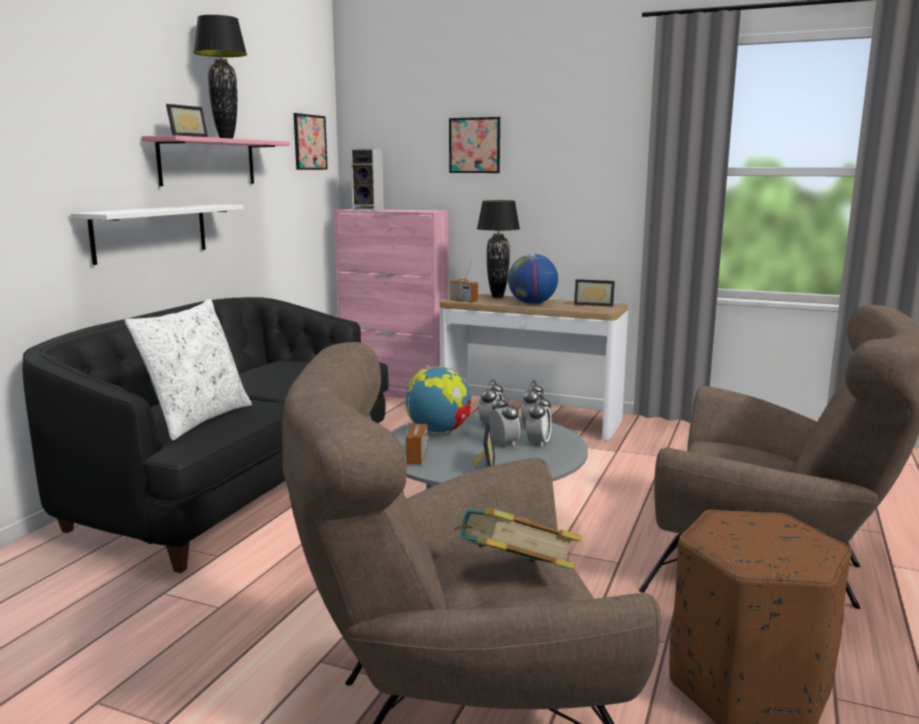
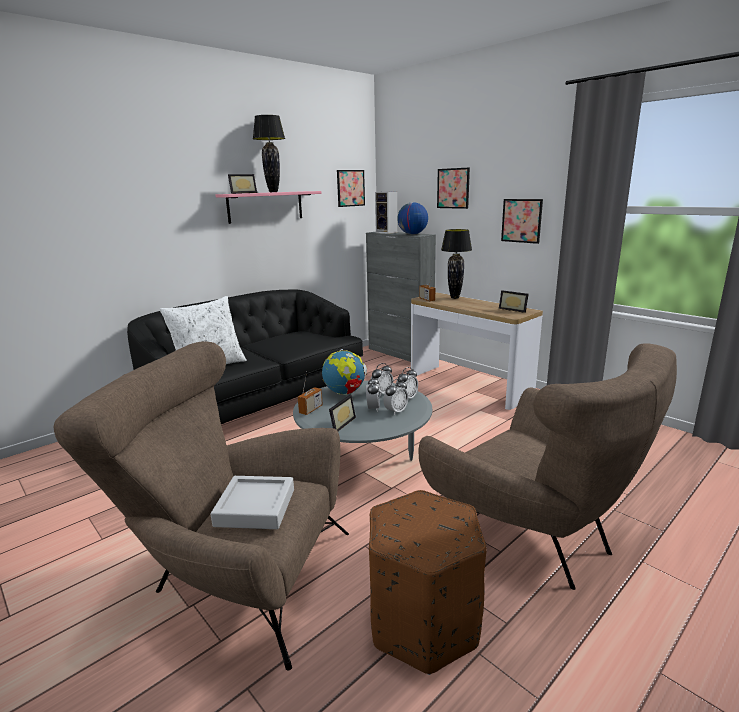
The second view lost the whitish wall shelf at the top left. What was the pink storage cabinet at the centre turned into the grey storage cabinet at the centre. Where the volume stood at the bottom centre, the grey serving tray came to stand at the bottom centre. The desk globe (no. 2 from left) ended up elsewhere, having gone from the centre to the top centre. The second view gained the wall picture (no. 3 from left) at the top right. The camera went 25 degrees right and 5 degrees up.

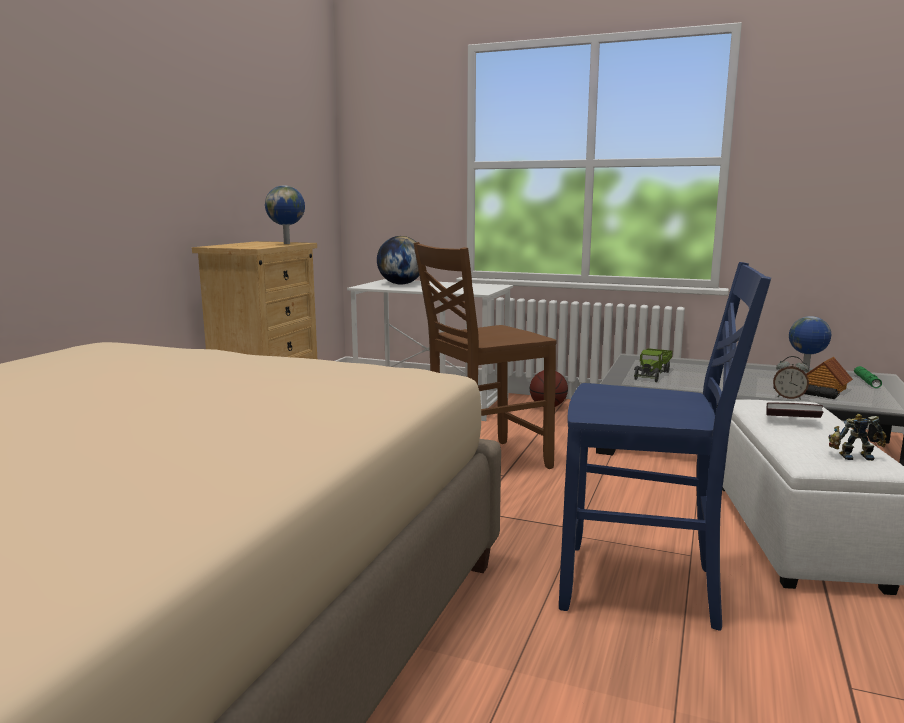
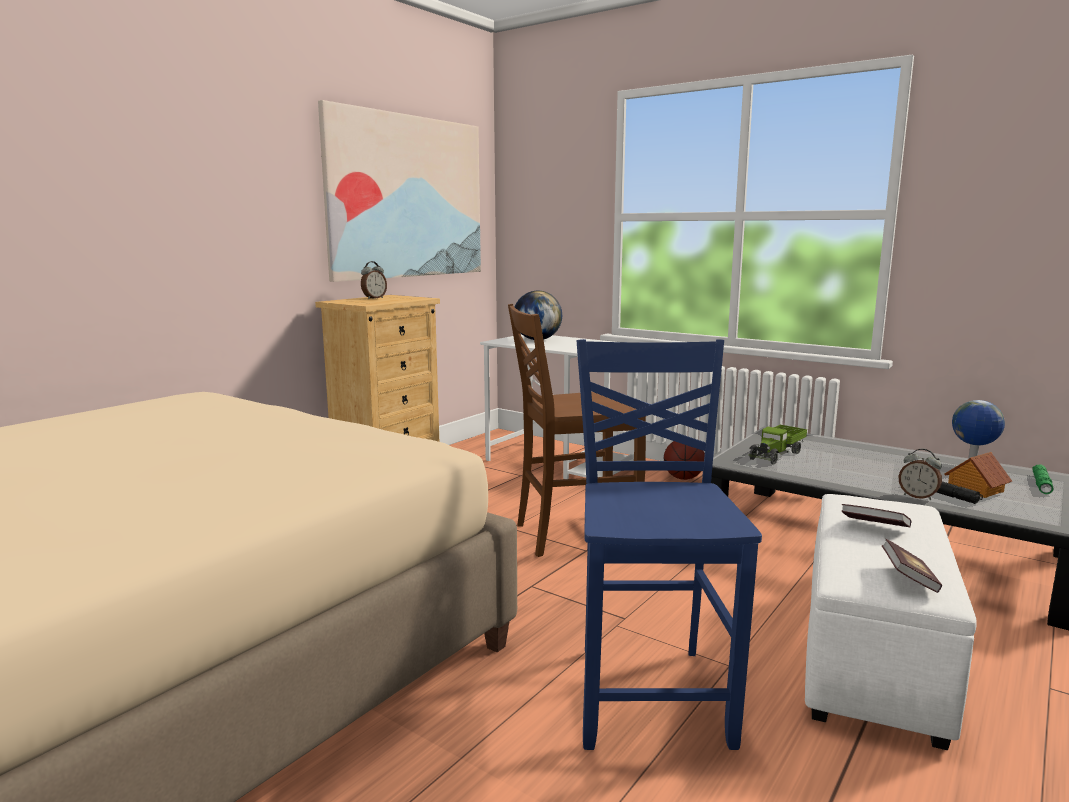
The second view lost the desk globe (no. 1 from left) at the top left. The bluish chair at the middle right ended up facing another way, 120 degrees counterclockwise from before. Where the model robot stood at the middle right, the volume (no. 2 from left) came to stand at the bottom right. The second view gained the wall picture at the top centre. The second view gained the bedside clock (no. 1 from left) at the centre. The camera went 15 degrees right and 0 degrees up.

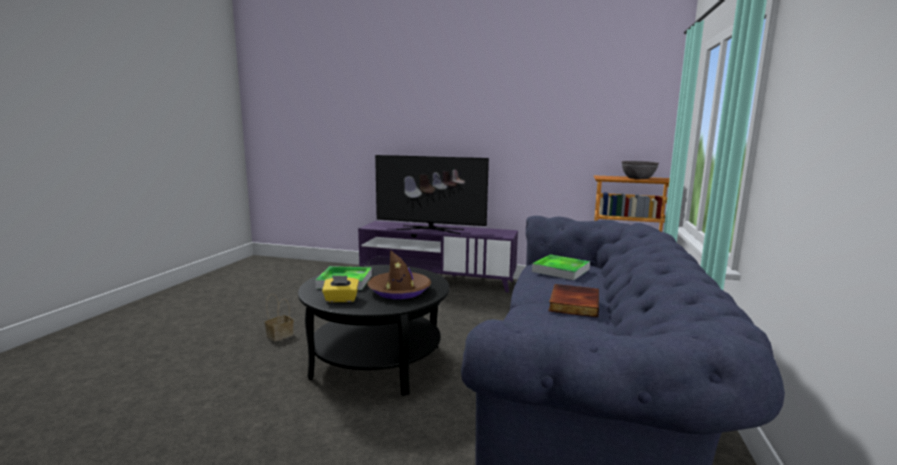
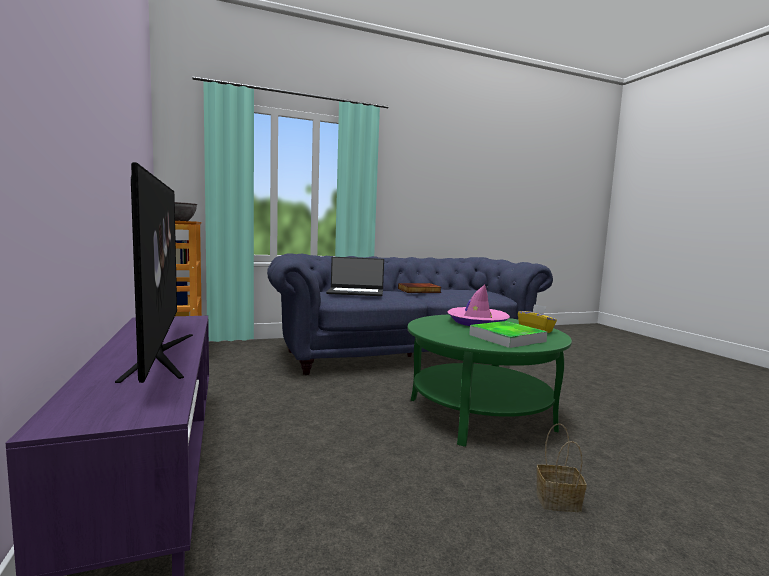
What was the black-coloured coffee table at the bottom centre turned into the green coffee table at the centre. What was the brown wearable hat at the centre turned into the pink wearable hat at the centre. Where the serving tray (no. 2 from left) stood at the centre, the laptop came to stand at the centre. The camera went 125 degrees left and 5 degrees down.

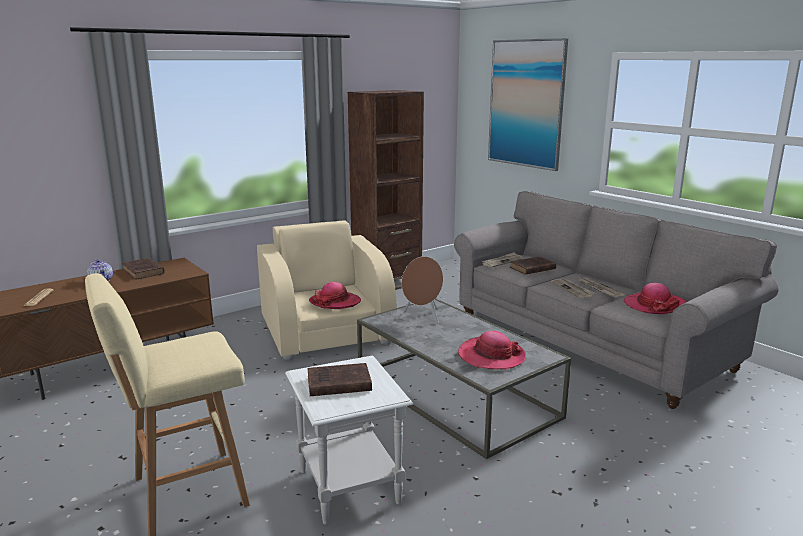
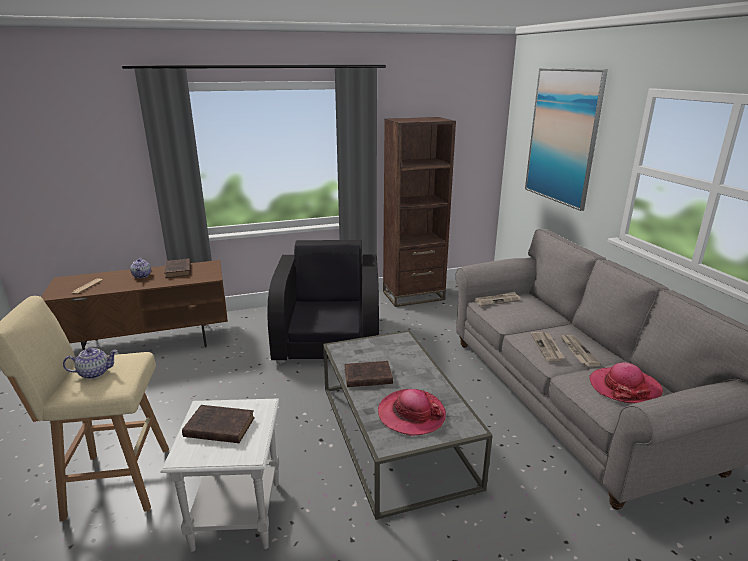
What was the sand-coloured easy chair at the centre turned into the black-coloured easy chair at the centre. The second view lost the wearable hat (no. 1 from left) at the centre. The second view lost the brown loudspeaker at the centre. The brown volume (no. 3 from left) ended up elsewhere, having gone from the centre to the bottom centre. The second view gained the teapot (no. 1 from left) at the middle left. The camera went 20 degrees right and 5 degrees up.

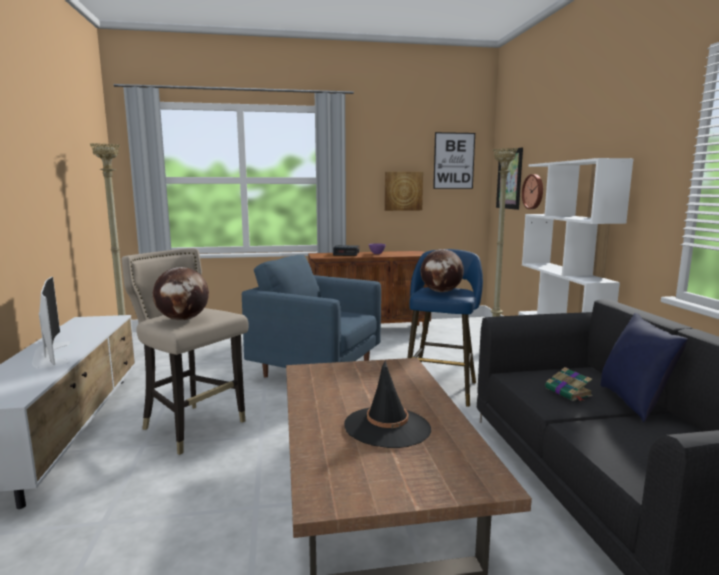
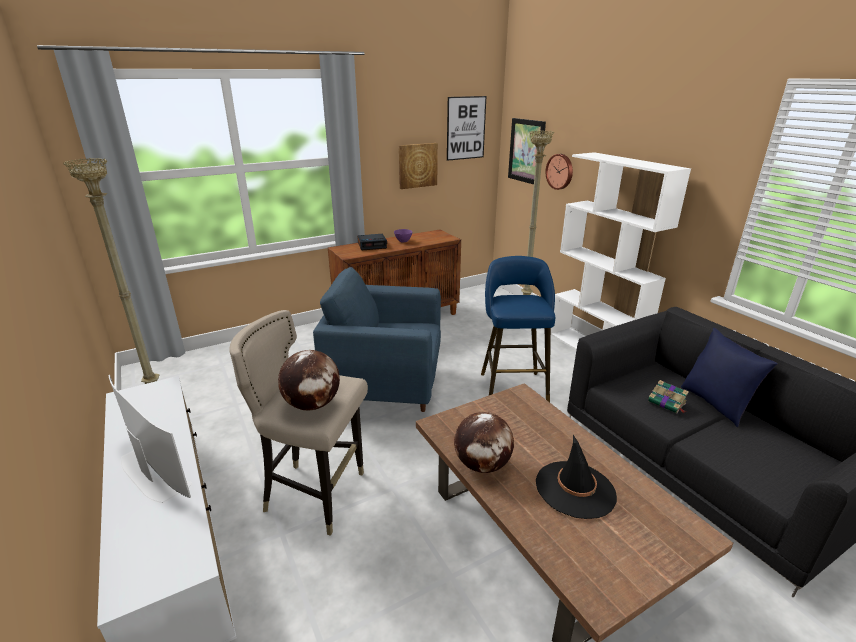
The desk globe (no. 2 from left) ended up elsewhere, having gone from the centre to the bottom centre. The camera went 20 degrees left and 15 degrees up.

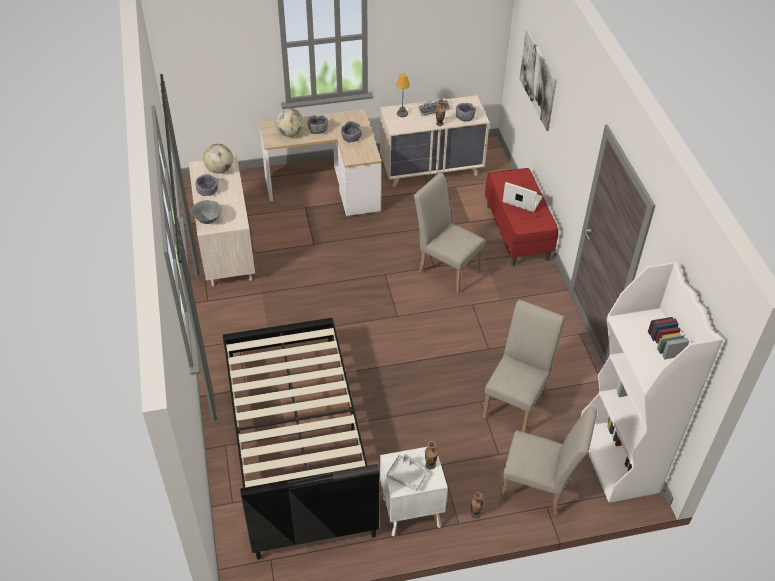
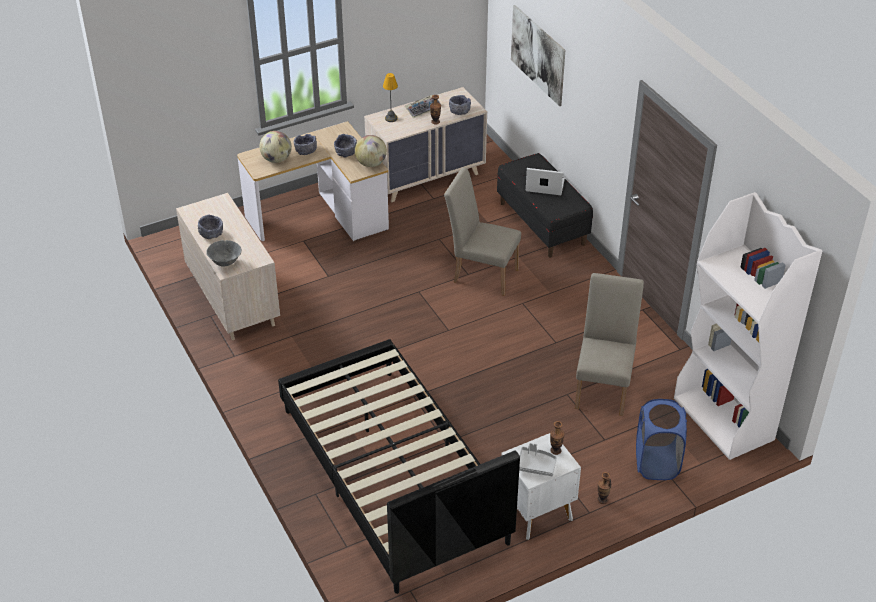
The desk globe (no. 1 from left in the first image) ended up elsewhere, having gone from the top left to the top centre. What was the red-coloured long seat at the middle right turned into the black-coloured long seat at the centre. Where the sand-coloured chair (no. 3 from left) stood at the bottom right, the bluish laundry basket came to stand at the bottom right. The camera went 15 degrees left and 5 degrees down.

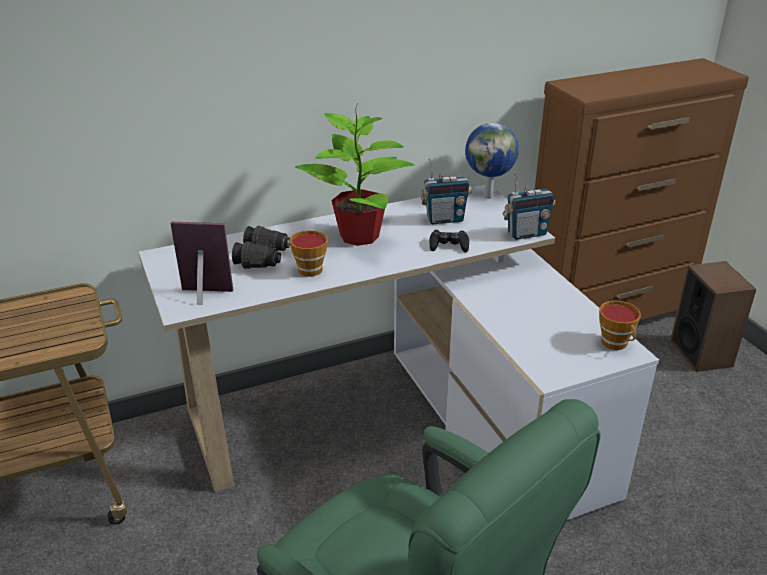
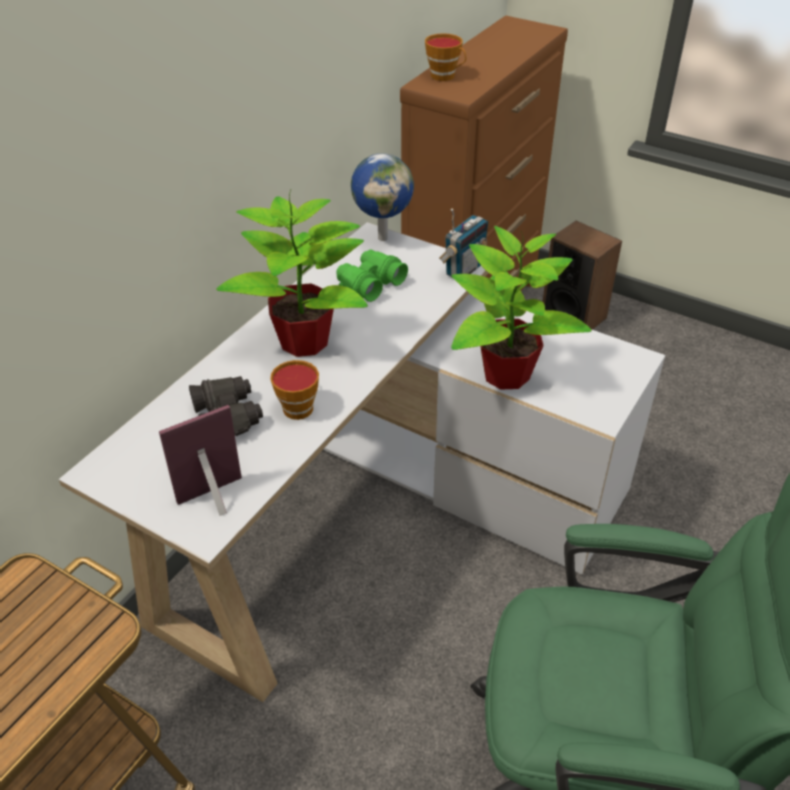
Where the radio (no. 1 from left) stood at the top centre, the green field glasses came to stand at the centre. The second view lost the black-coloured game controller at the centre. The small cup (no. 2 from left) ended up elsewhere, having gone from the middle right to the top centre. The second view gained the houseplant (no. 2 from left) at the centre. The camera went 35 degrees left and 10 degrees up.

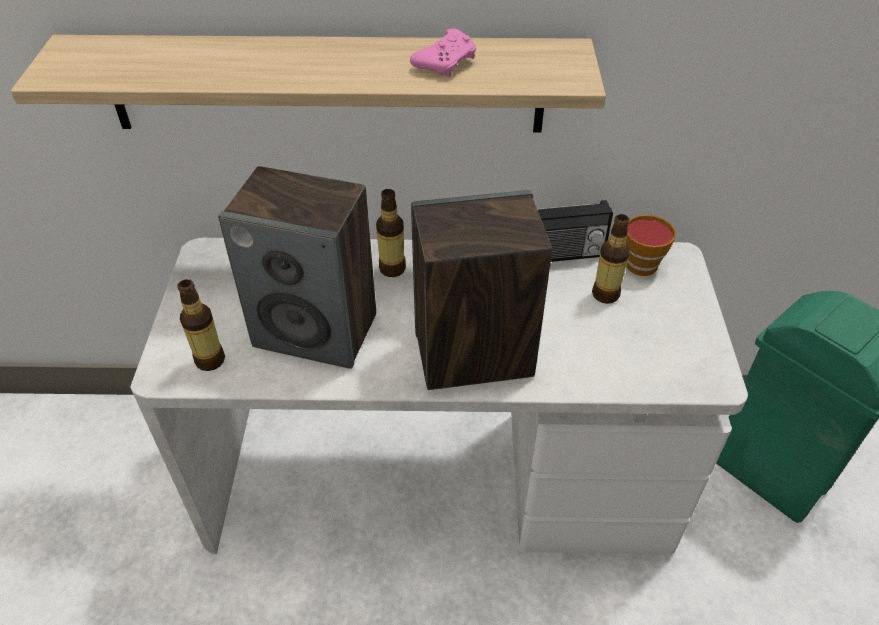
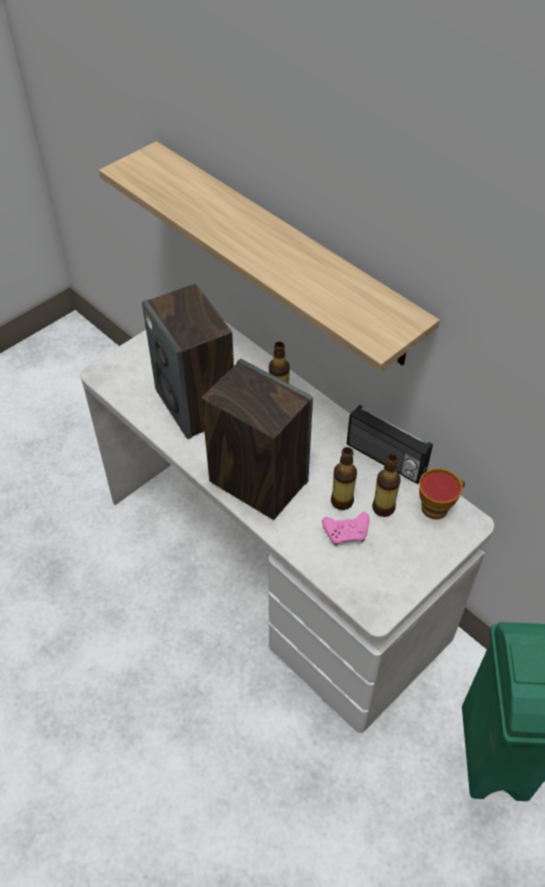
The beverage bottle (no. 1 from left in the first image) ended up elsewhere, having gone from the middle left to the centre. The pink game controller ended up elsewhere, having gone from the top centre to the centre. The camera went 45 degrees right and 5 degrees up.

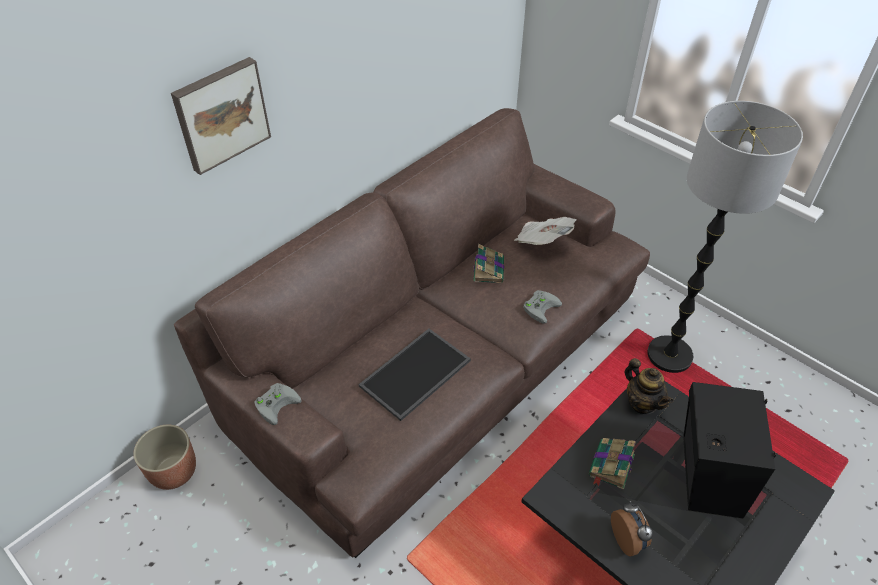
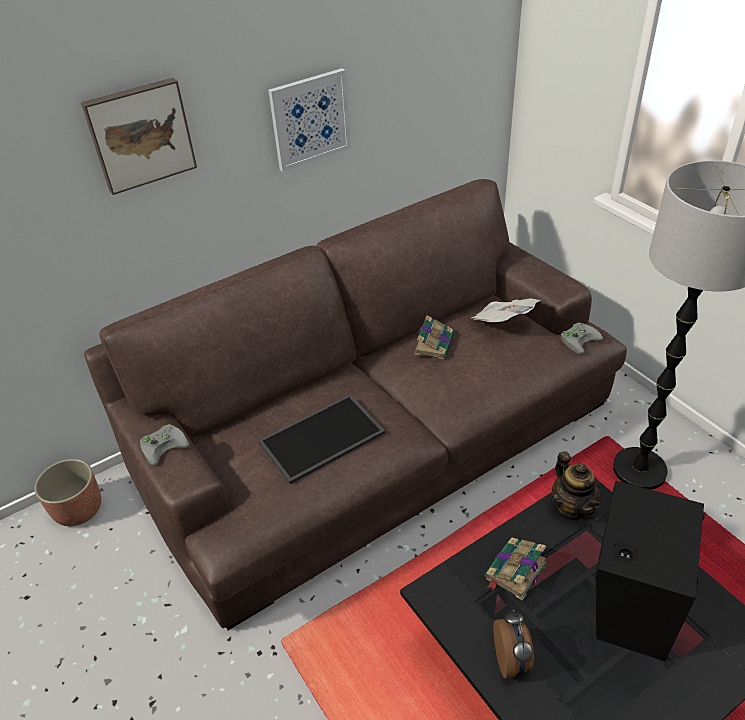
The grey game controller (no. 2 from left) ended up elsewhere, having gone from the centre to the middle right. The second view gained the wall picture (no. 2 from left) at the top centre. The camera went 15 degrees right and 5 degrees down.

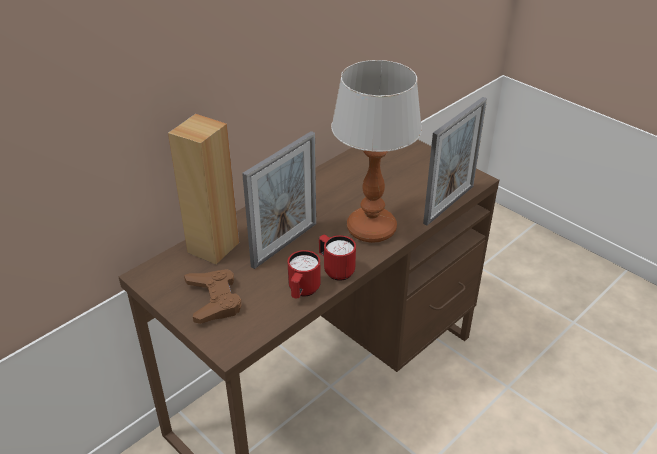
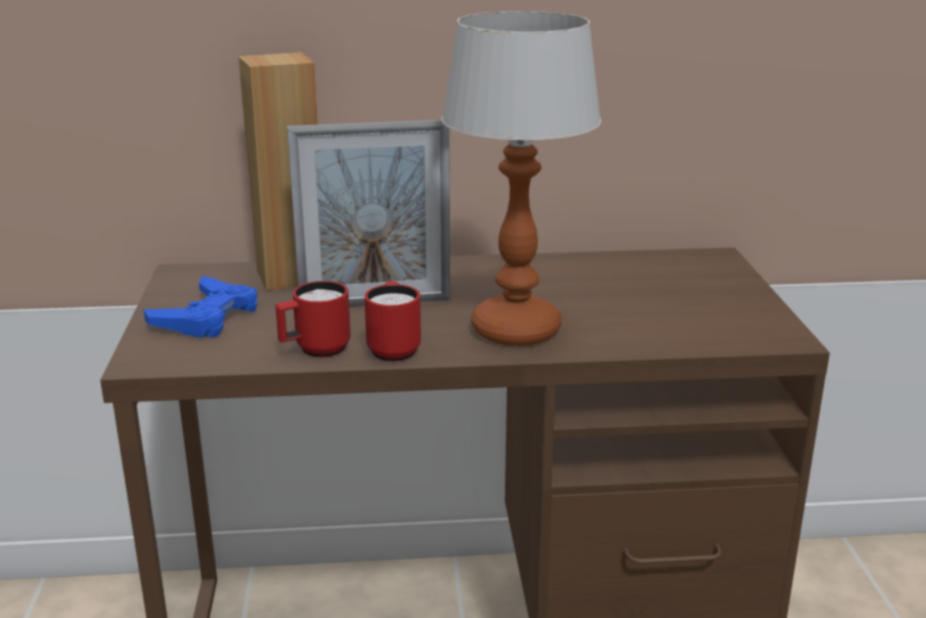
What was the brown game controller at the middle left turned into the bluish game controller at the middle left. The second view lost the picture frame (no. 2 from left) at the middle right. The camera went 40 degrees right and 15 degrees down.

